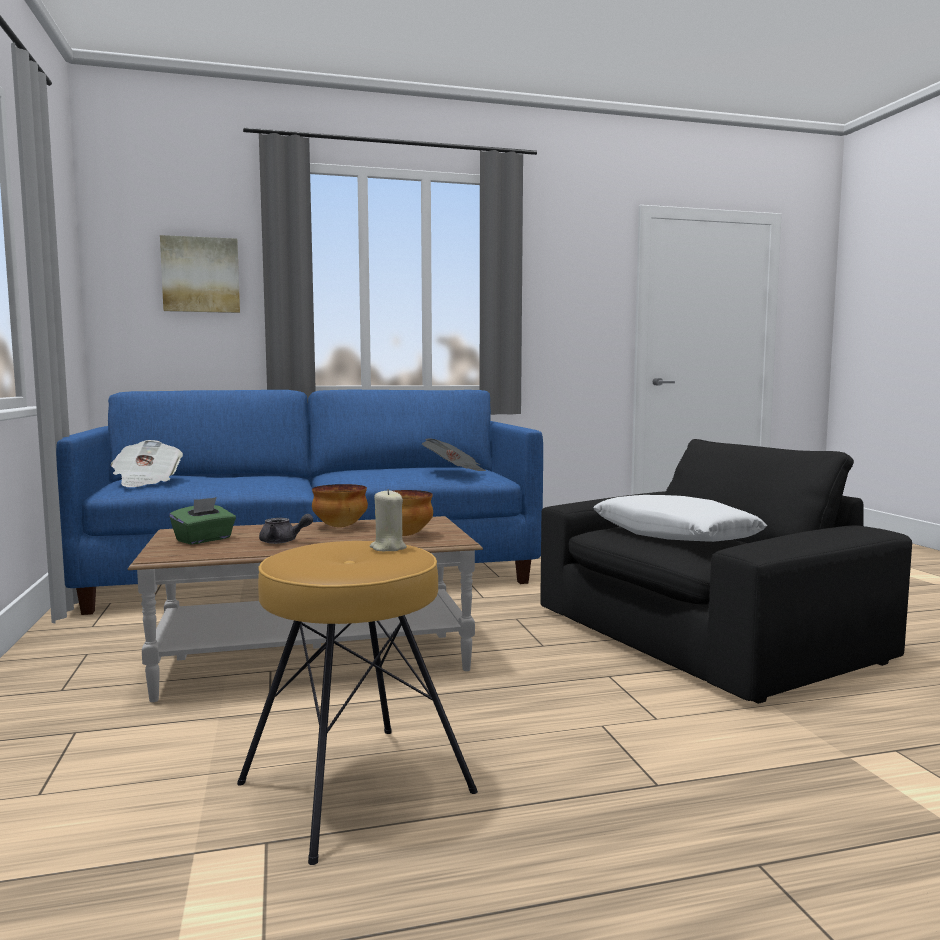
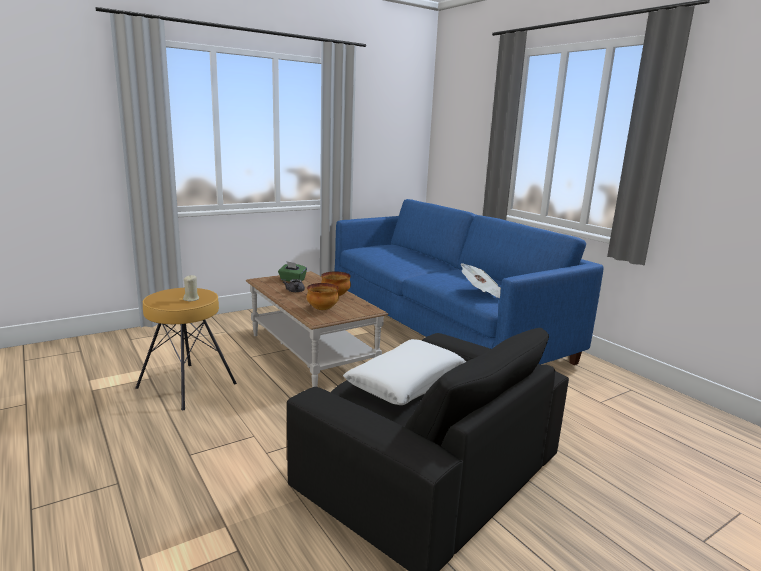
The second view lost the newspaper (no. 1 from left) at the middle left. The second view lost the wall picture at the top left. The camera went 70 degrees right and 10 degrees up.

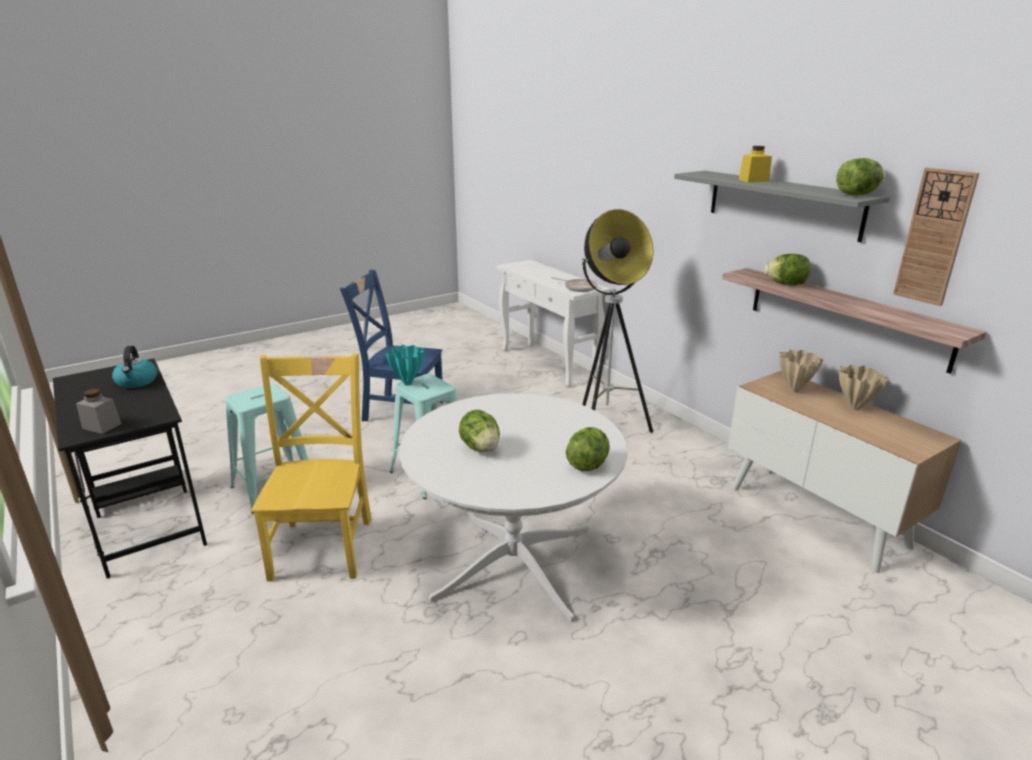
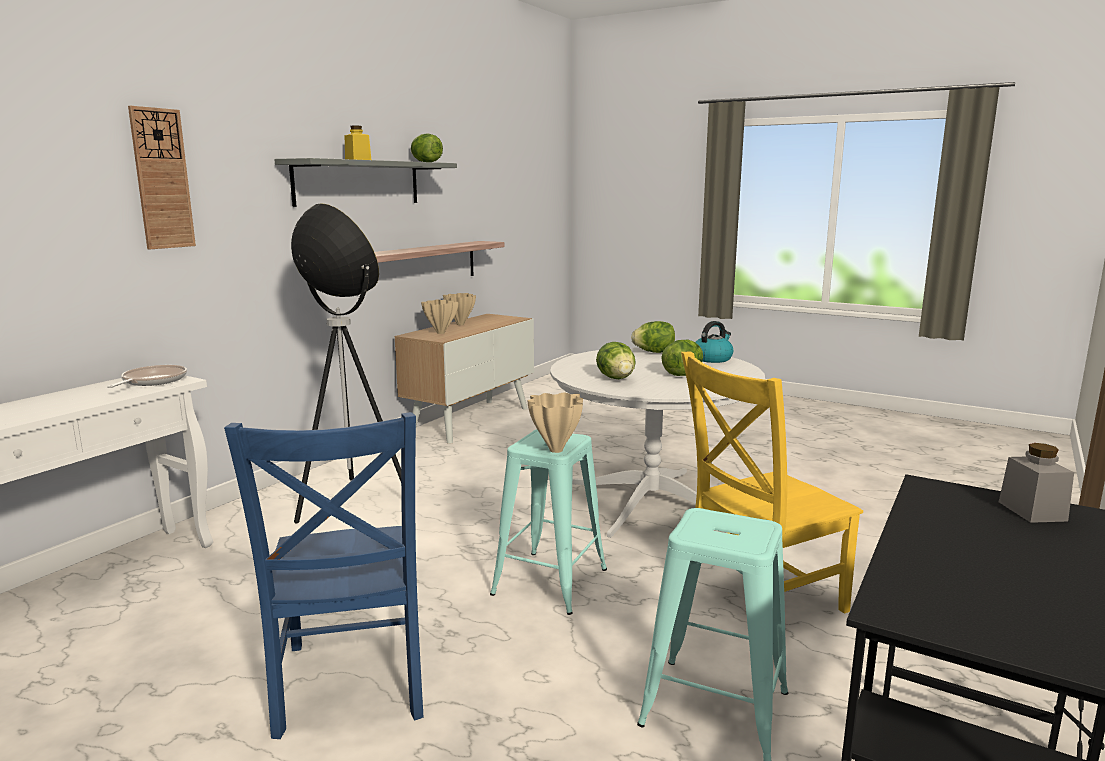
The kettle ended up elsewhere, having gone from the middle left to the centre. What was the blue-green flower vase at the centre turned into the sand-coloured flower vase (no. 3 from left) at the centre. The lettuce (no. 3 from left in the first image) ended up elsewhere, having gone from the middle right to the centre. The wall clock ended up elsewhere, having gone from the top right to the top left. The camera went 115 degrees left and 10 degrees down.

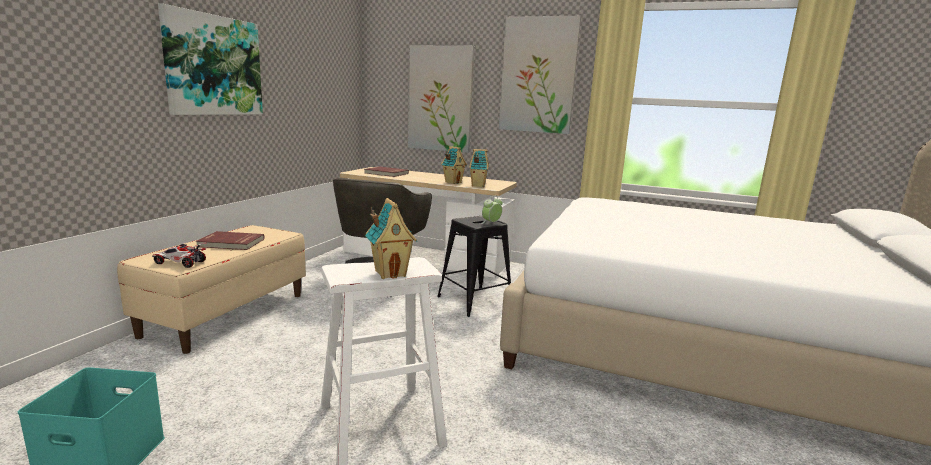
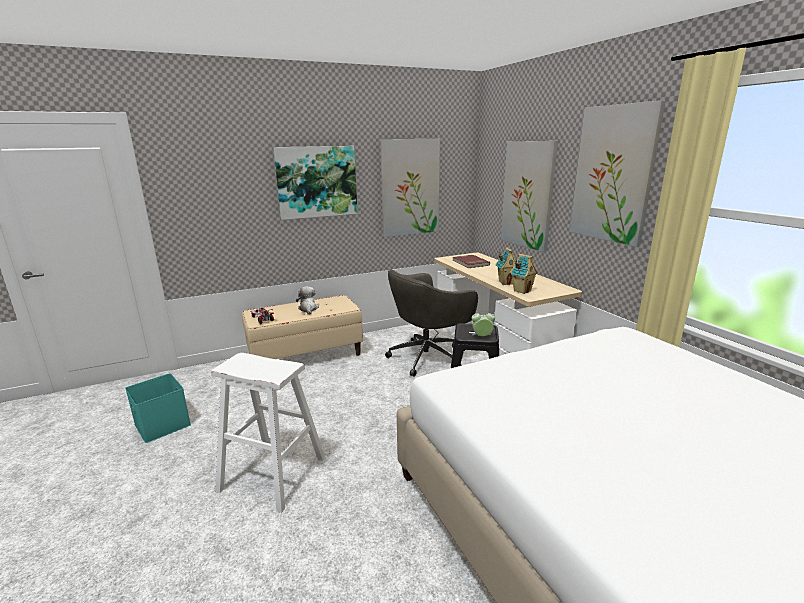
Where the red-coloured volume (no. 1 from left) stood at the middle left, the soft toy came to stand at the centre. The second view lost the model house (no. 1 from left) at the centre. The second view gained the wall picture (no. 2 from left) at the top centre. The camera went 45 degrees right and 5 degrees up.

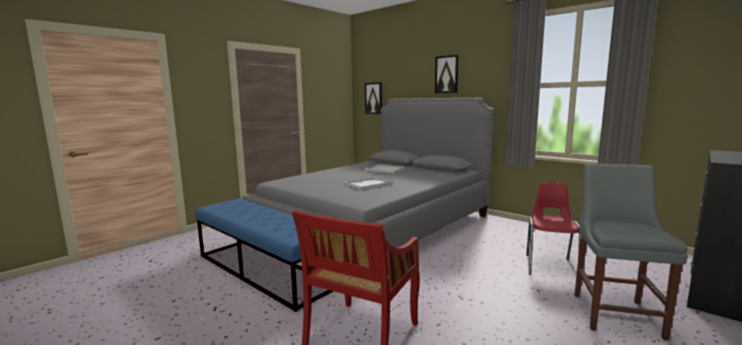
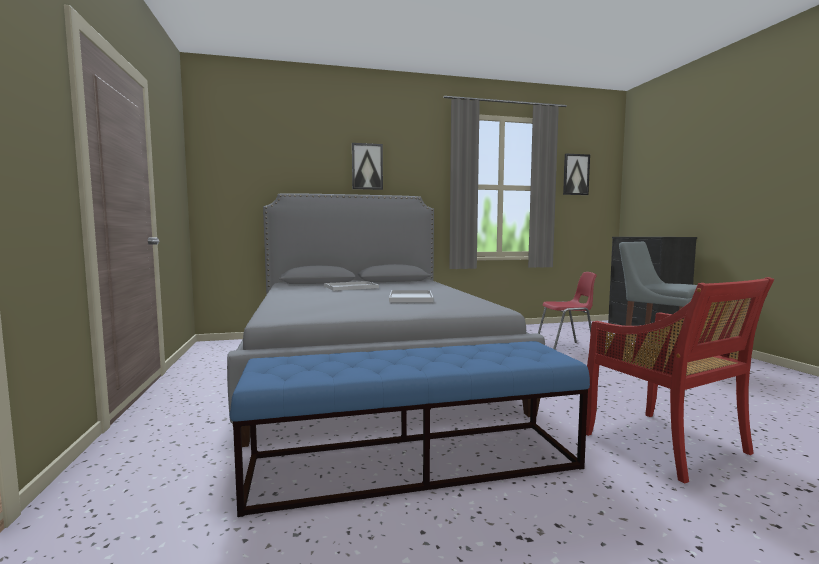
The wall picture (no. 1 from left in the first image) ended up elsewhere, having gone from the top centre to the top right. The red-coloured chair (no. 2 from left in the first image) at the middle right ended up facing another way, 120 degrees clockwise from before. The camera went 55 degrees left and 5 degrees down.

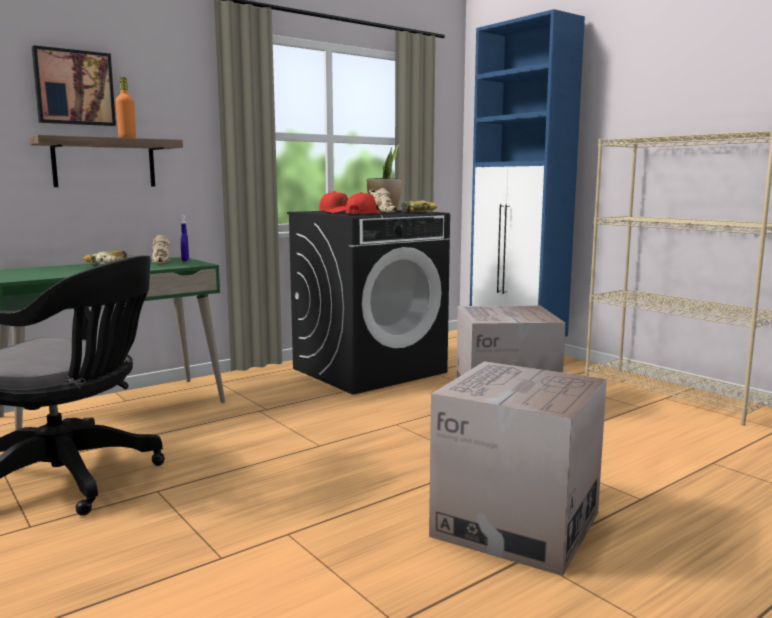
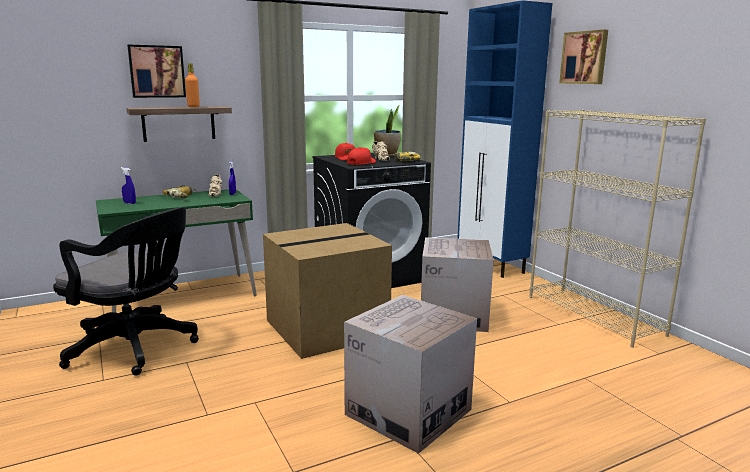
The second view gained the bluish sprayer (no. 1 from left) at the middle left. The second view gained the packing box (no. 1 from left) at the centre. The second view gained the wall picture (no. 2 from left) at the top right. The camera went 10 degrees right and 5 degrees up.

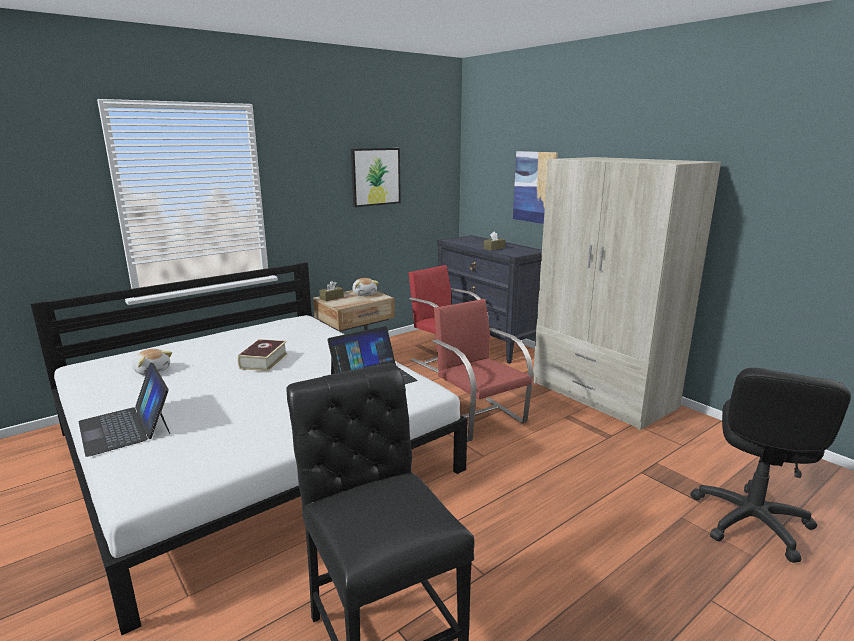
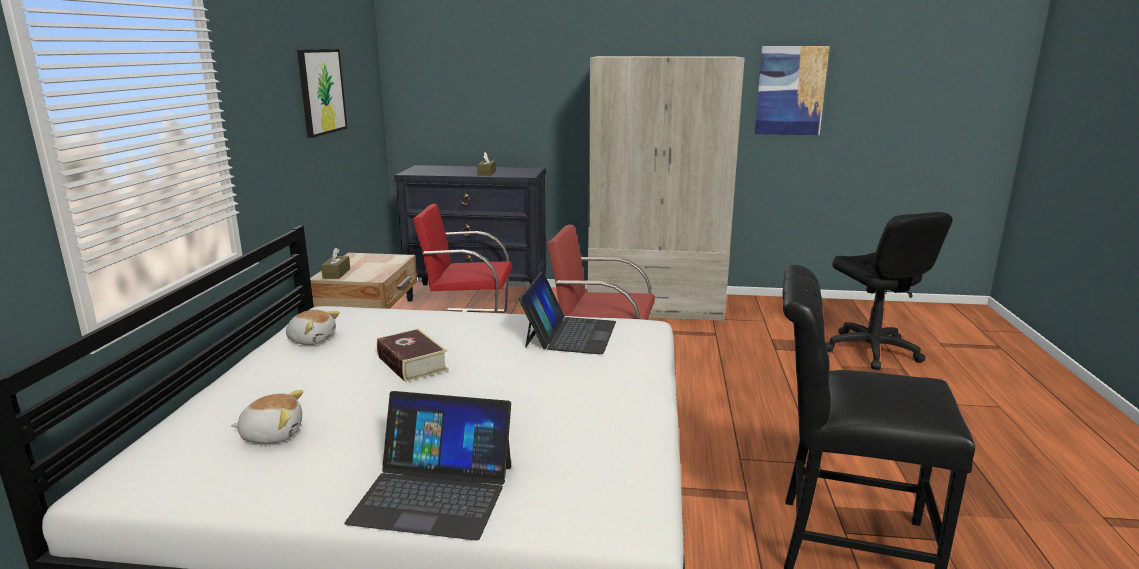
The soft toy (no. 2 from left) ended up elsewhere, having gone from the centre to the middle left. The wall picture (no. 2 from left) ended up elsewhere, having gone from the top centre to the top right. The camera went 45 degrees left and 0 degrees up.

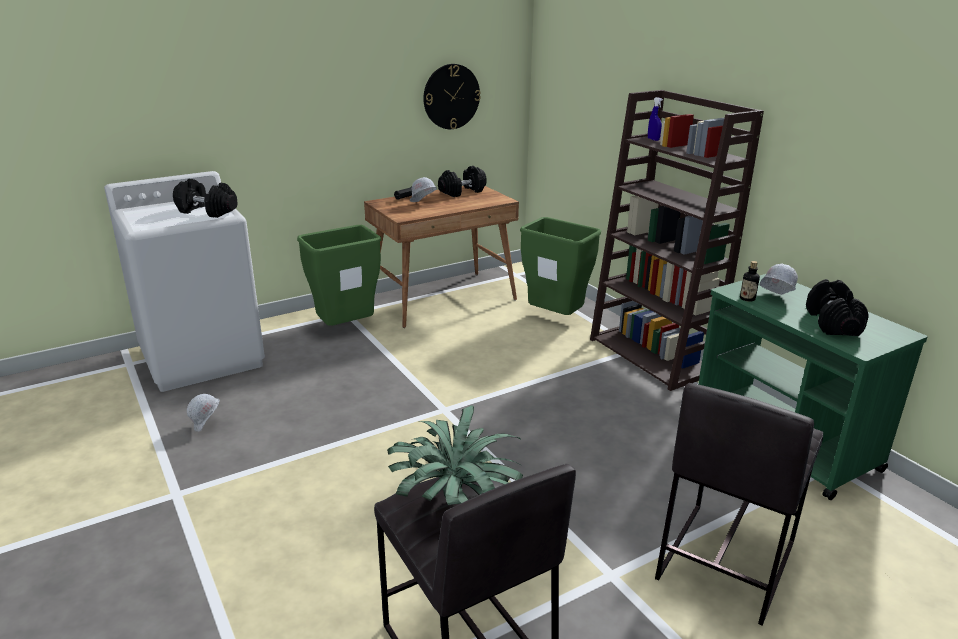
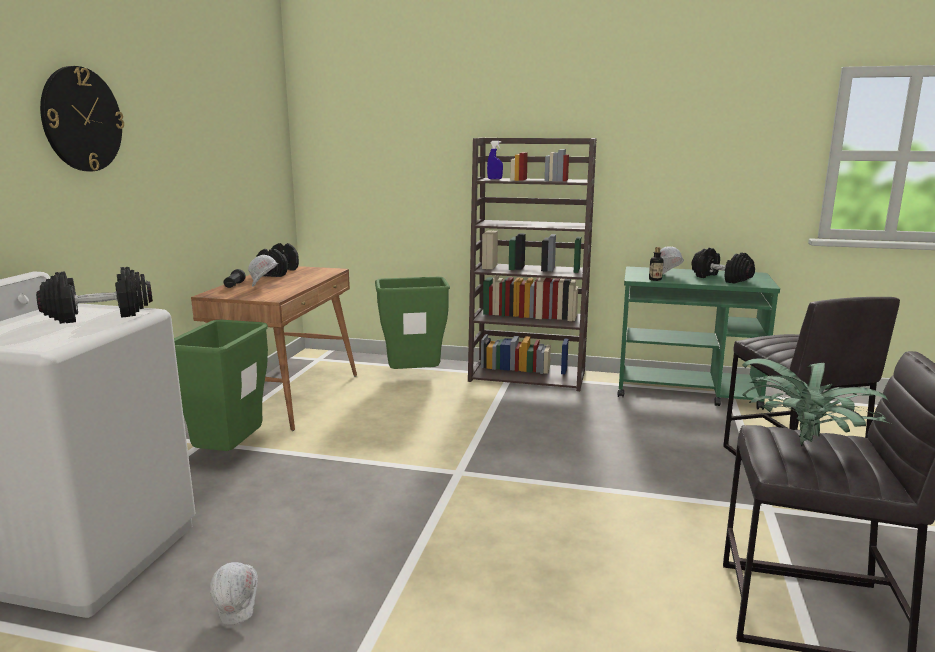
The wall clock ended up elsewhere, having gone from the top centre to the top left. The camera went 45 degrees left and 10 degrees down.

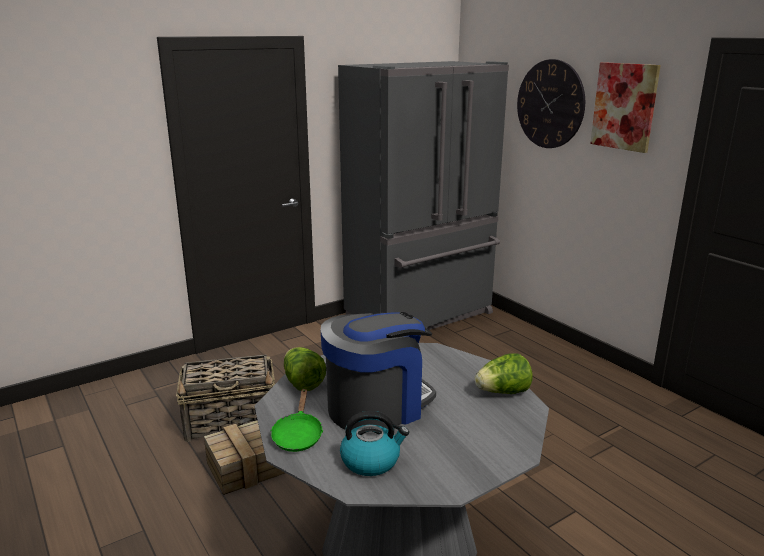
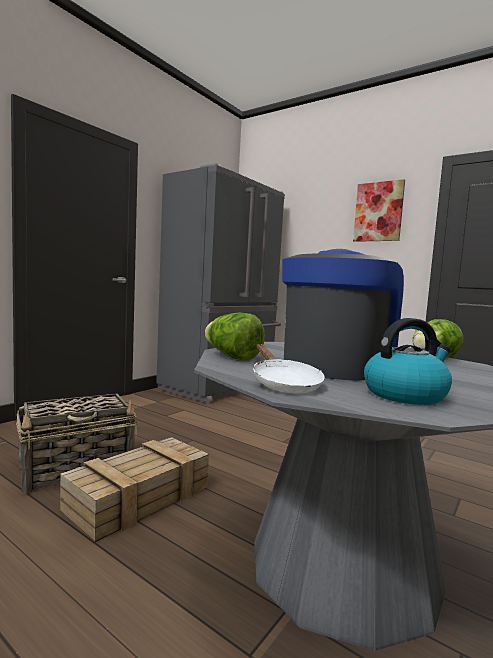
What was the green skillet at the bottom centre turned into the whitish skillet at the centre. The second view lost the wall clock at the top right. The camera went 20 degrees left and 15 degrees down.

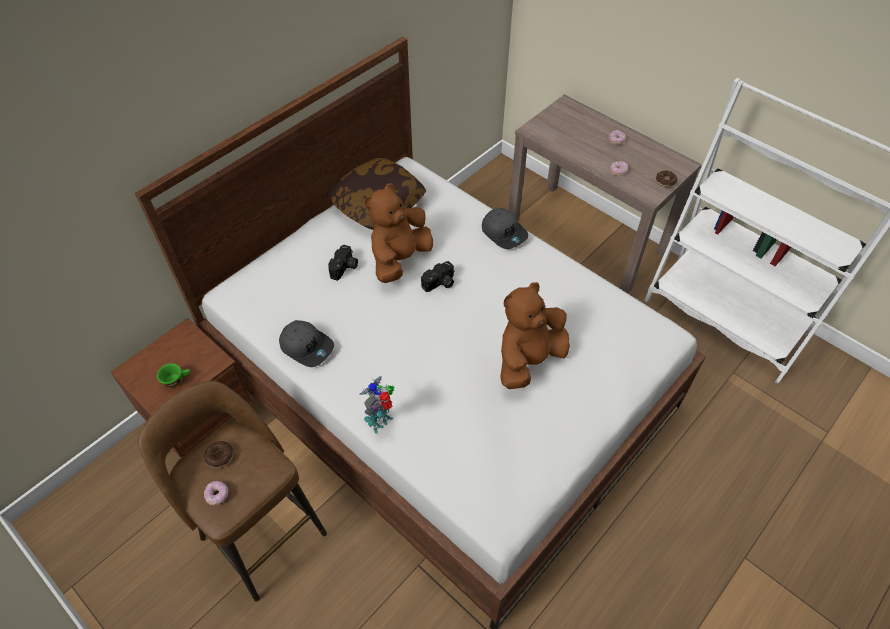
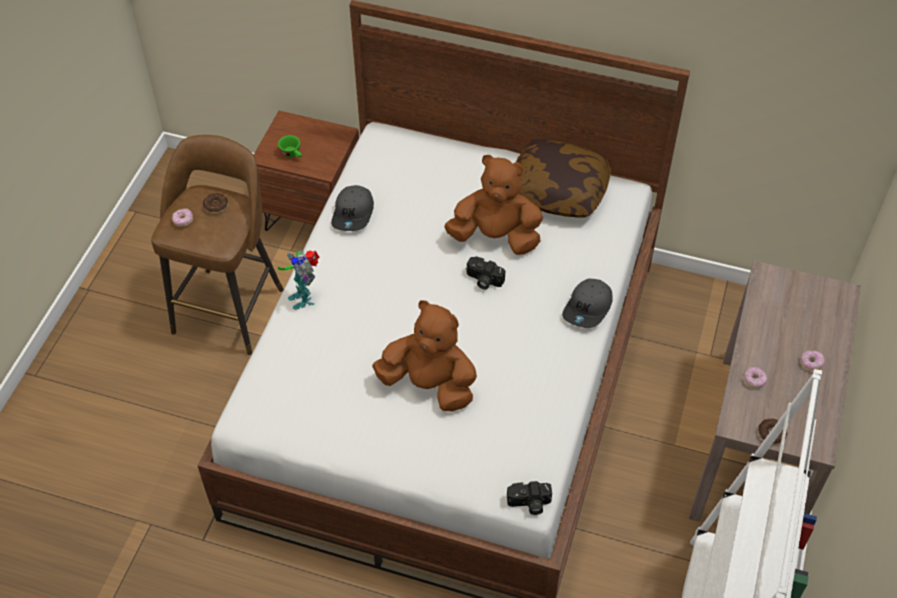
The still camera (no. 1 from left in the first image) ended up elsewhere, having gone from the centre to the bottom centre. The model robot at the centre ended up facing another way, 135 degrees counterclockwise from before. The camera went 65 degrees right and 0 degrees up.

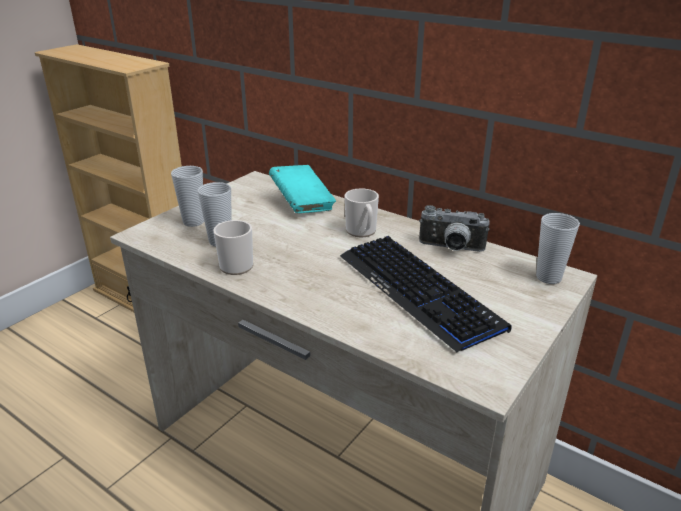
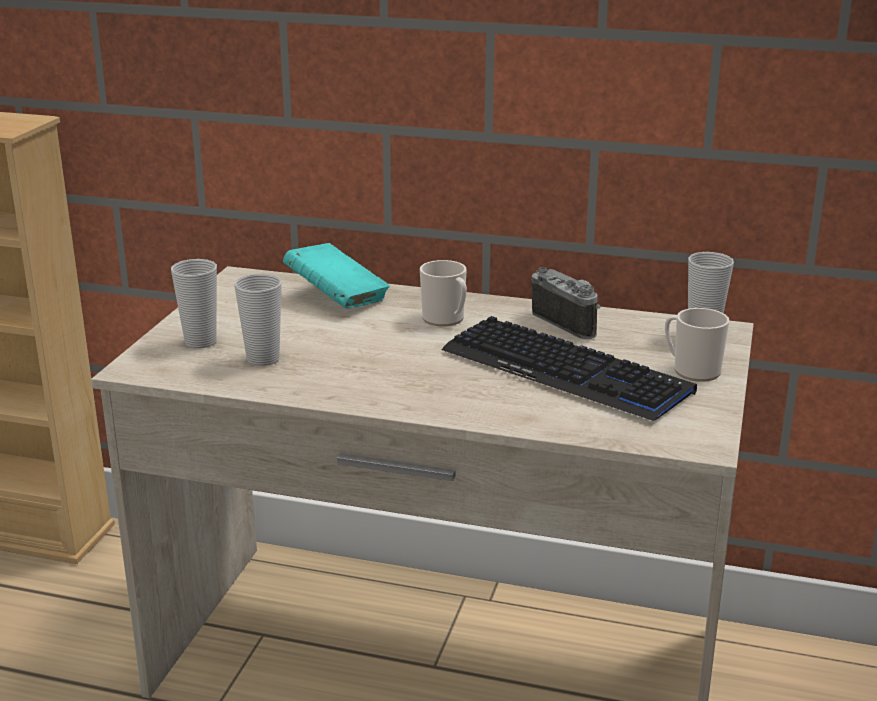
The tea mug (no. 1 from left in the first image) ended up elsewhere, having gone from the centre to the middle right. The still camera at the middle right ended up facing another way, 120 degrees counterclockwise from before. The camera went 20 degrees left and 5 degrees down.

